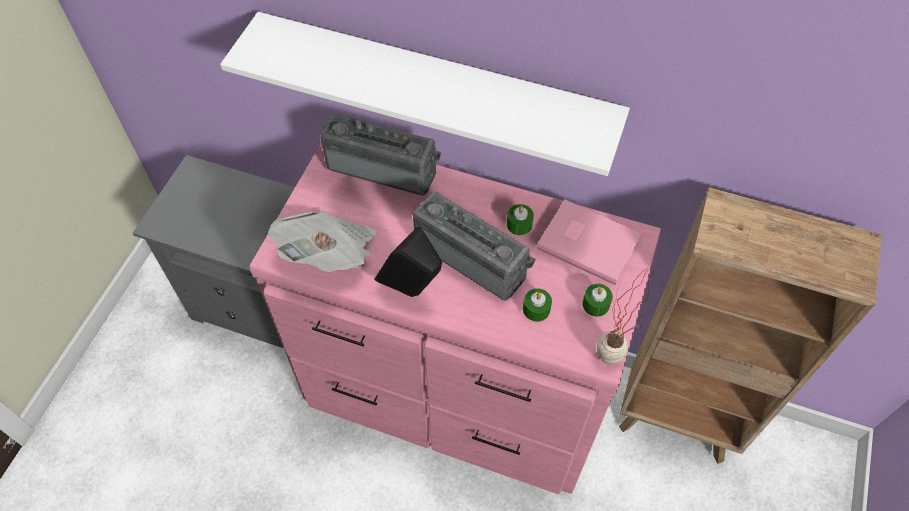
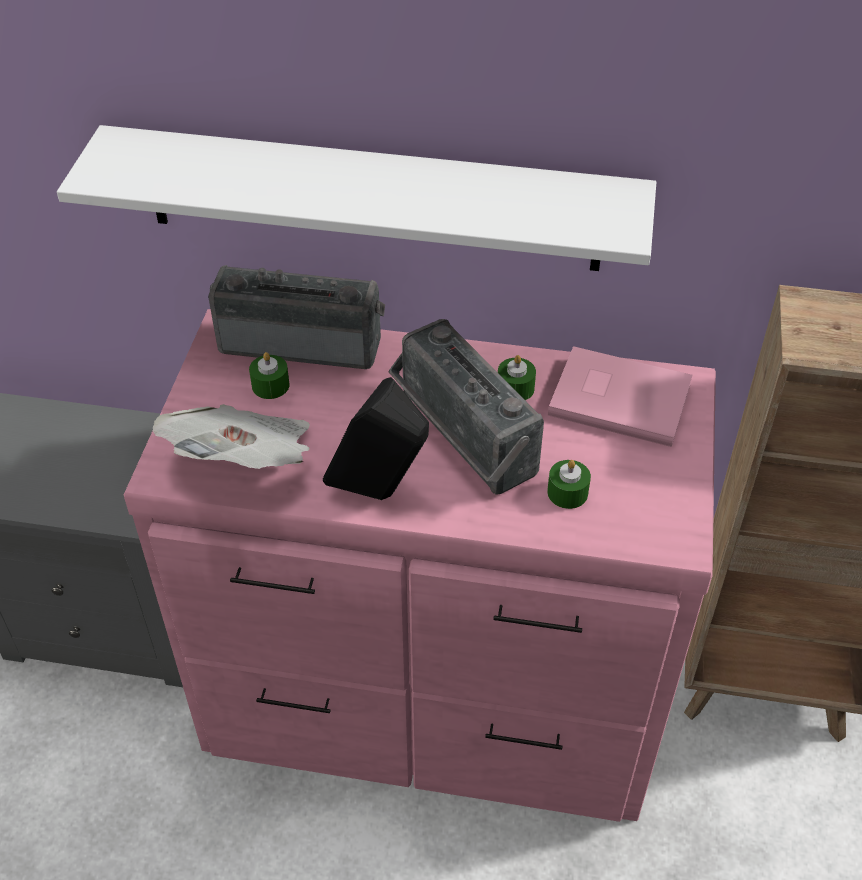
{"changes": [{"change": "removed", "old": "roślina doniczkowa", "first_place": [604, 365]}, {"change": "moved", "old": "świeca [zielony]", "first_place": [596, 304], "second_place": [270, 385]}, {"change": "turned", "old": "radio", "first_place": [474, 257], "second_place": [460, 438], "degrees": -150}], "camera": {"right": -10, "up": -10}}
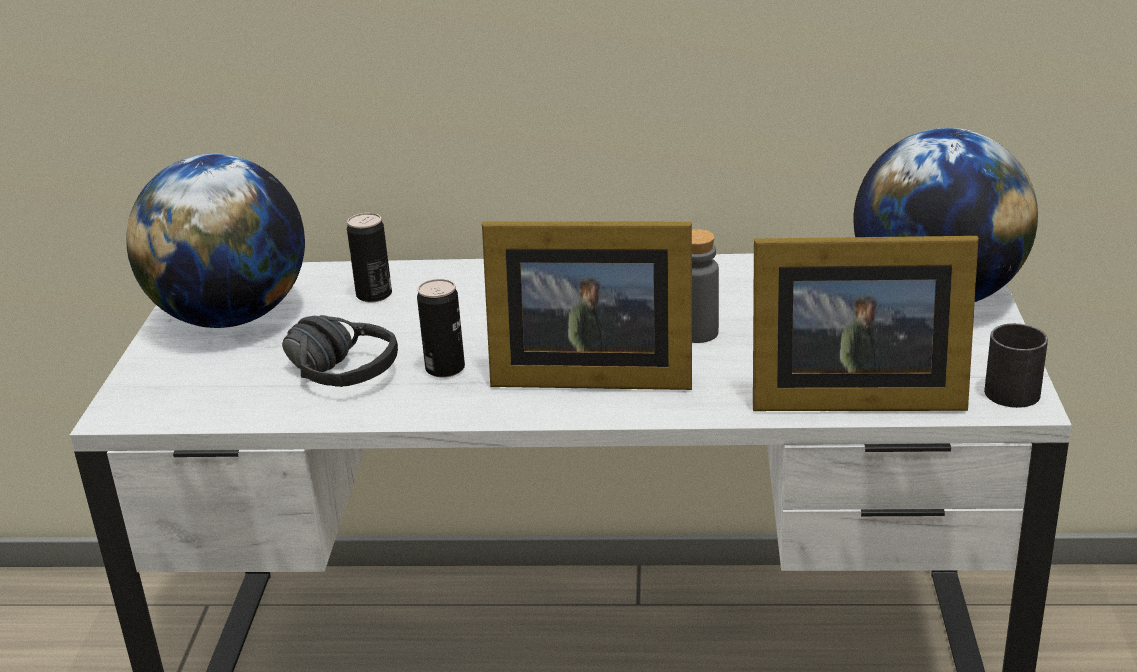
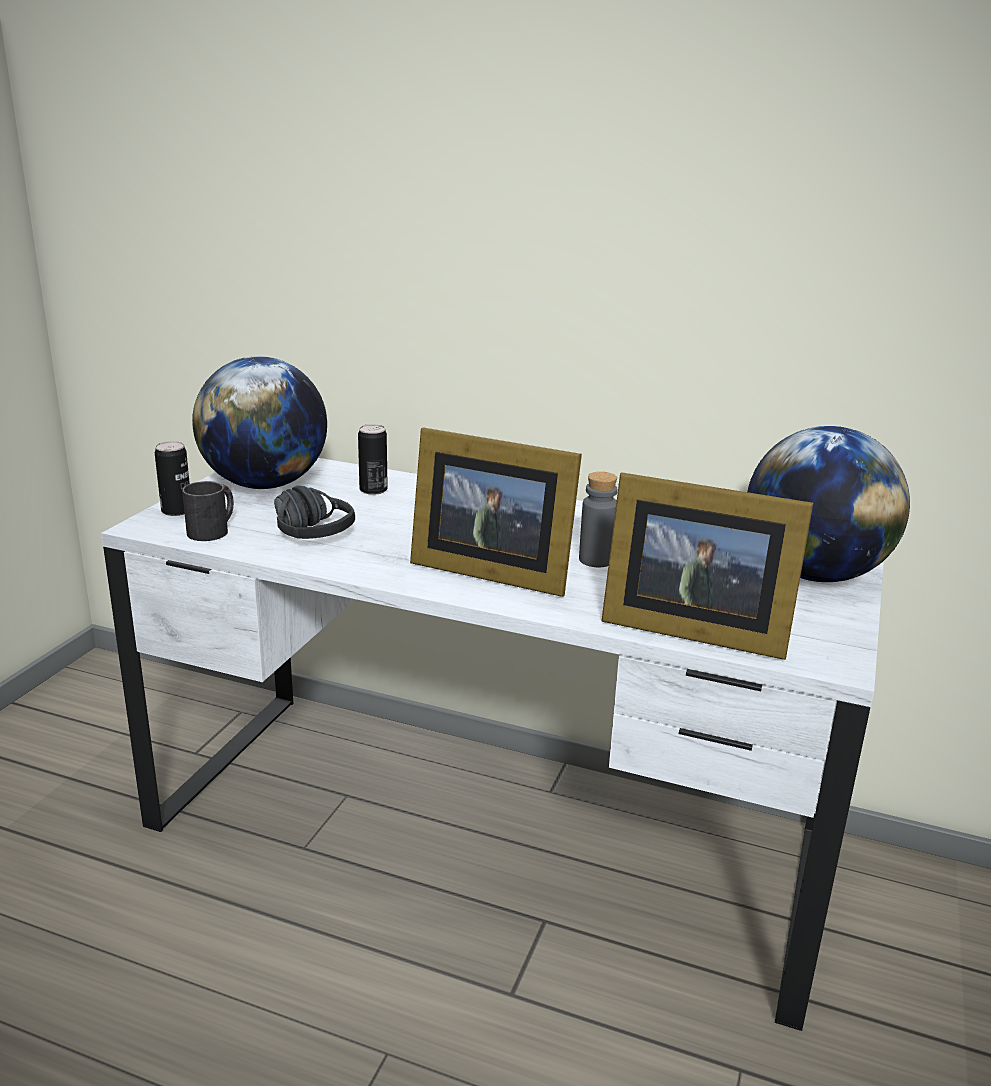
{"changes": [{"change": "moved", "old": "puszka", "first_place": [445, 368], "second_place": [176, 511]}, {"change": "moved", "old": "kubek [czarny]", "first_place": [1011, 387], "second_place": [213, 530]}], "camera": {"right": 15, "up": -5}}
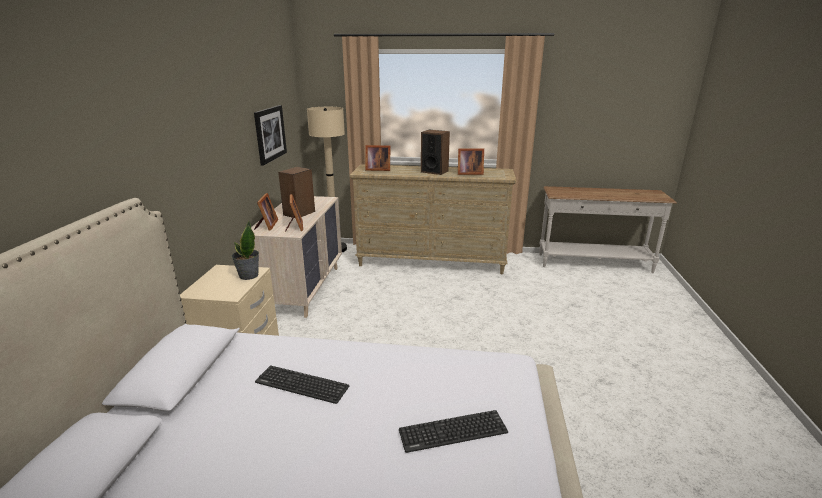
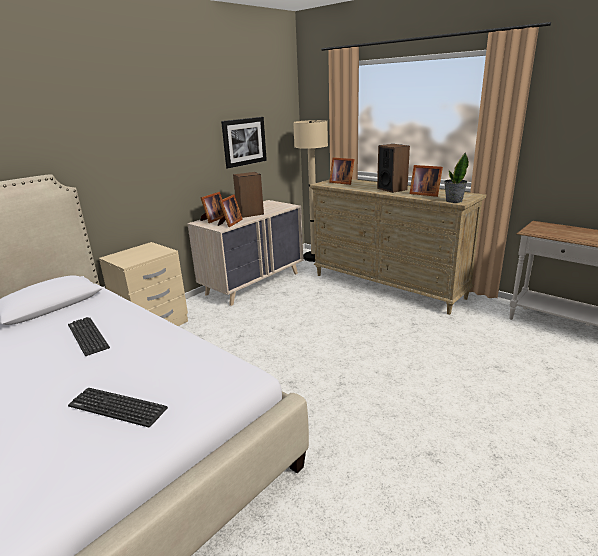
{"changes": [{"change": "moved", "old": "roślina doniczkowa", "first_place": [248, 275], "second_place": [453, 201]}], "camera": {"right": 35, "up": 0}}
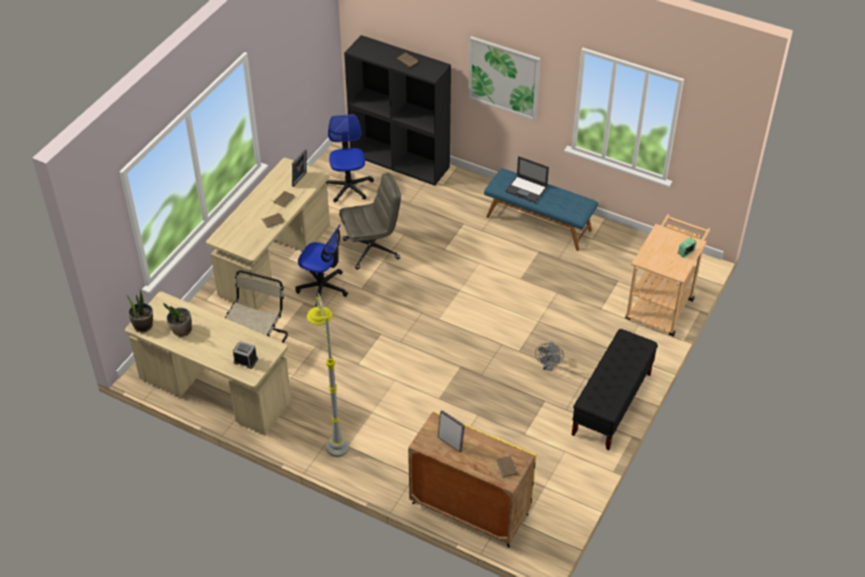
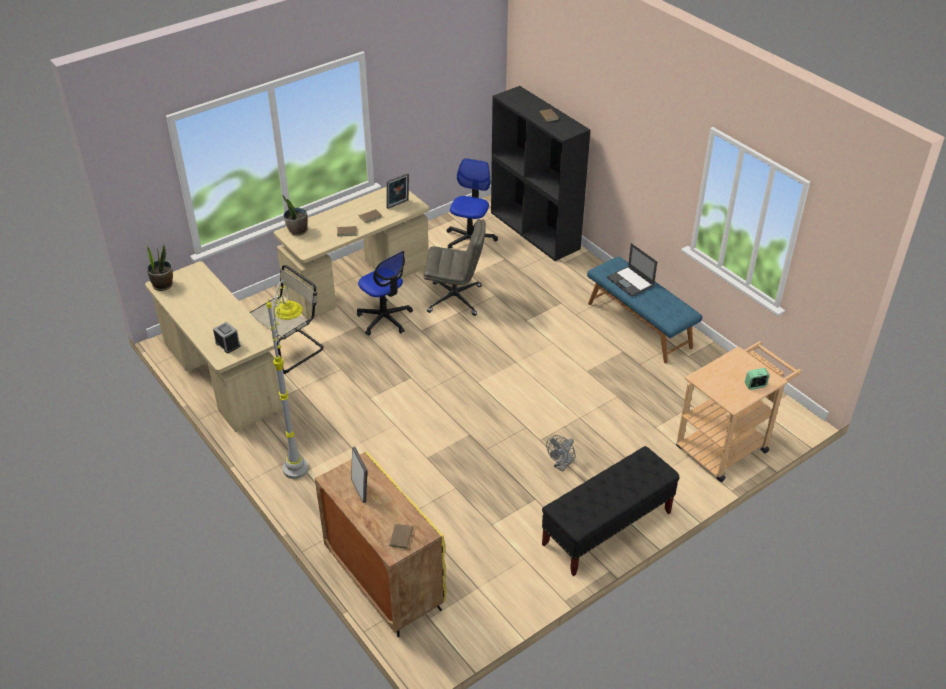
{"changes": [{"change": "removed", "old": "obraz", "first_place": [504, 77]}, {"change": "moved", "old": "roślina doniczkowa", "first_place": [181, 330], "second_place": [297, 231]}], "camera": {"right": 25, "up": -5}}
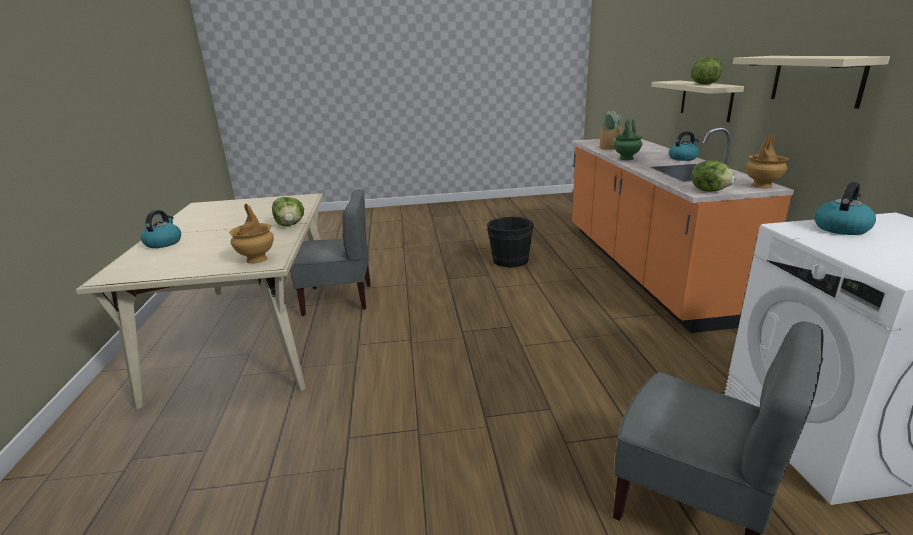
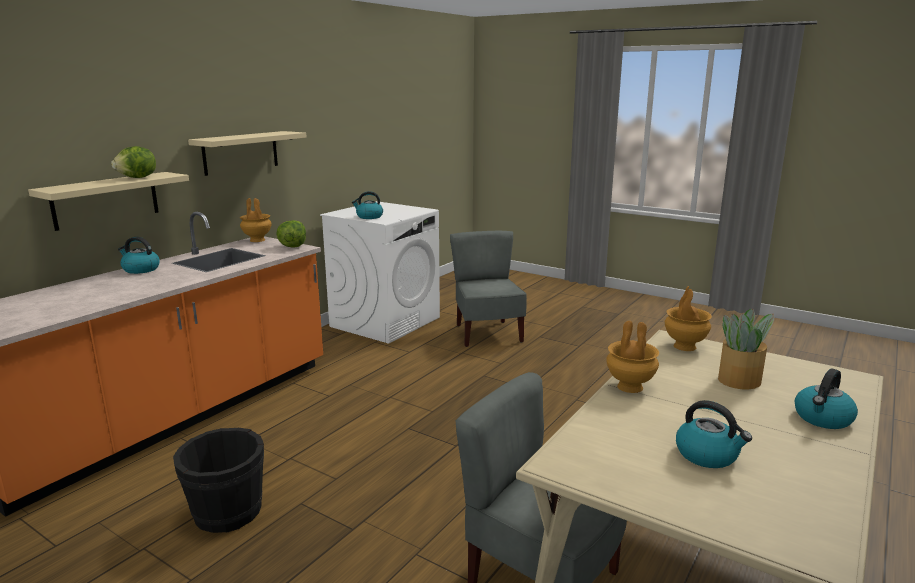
{"changes": [{"change": "removed", "old": "wazon [zielony]", "first_place": [626, 159]}, {"change": "added", "new": "czajnik", "second_place": [707, 455]}, {"change": "moved", "old": "roślina doniczkowa", "first_place": [609, 148], "second_place": [740, 380]}, {"change": "replaced", "old": "sałata", "new": "wazon [brązowy]", "first_place": [290, 225], "second_place": [629, 387]}], "camera": {"right": -140, "up": -5}}
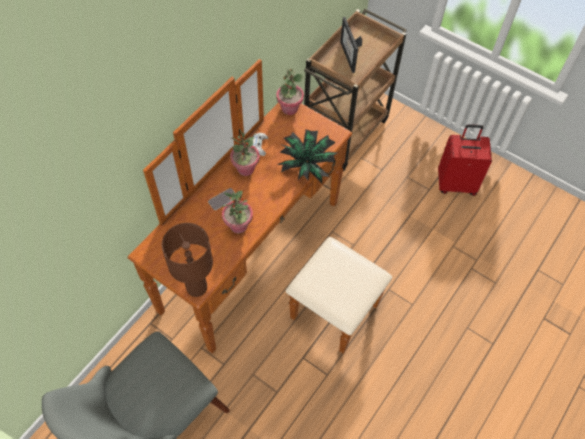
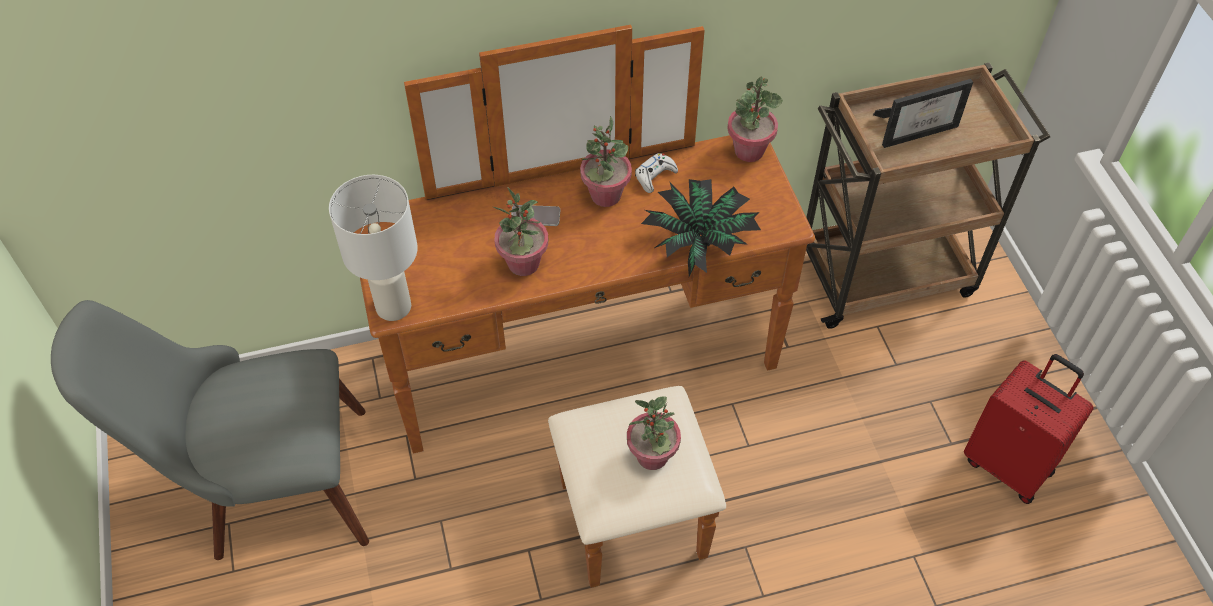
{"changes": [{"change": "added", "new": "roślina doniczkowa", "second_place": [652, 456]}, {"change": "recoloured", "old": "lampa stołowa [brązowy]", "new": "lampa stołowa [biały]", "first_place": [196, 287], "second_place": [393, 306]}, {"change": "turned", "old": "ramka na zdjęcie", "first_place": [352, 57], "second_place": [917, 129], "degrees": -135}], "camera": {"right": 40, "up": -5}}
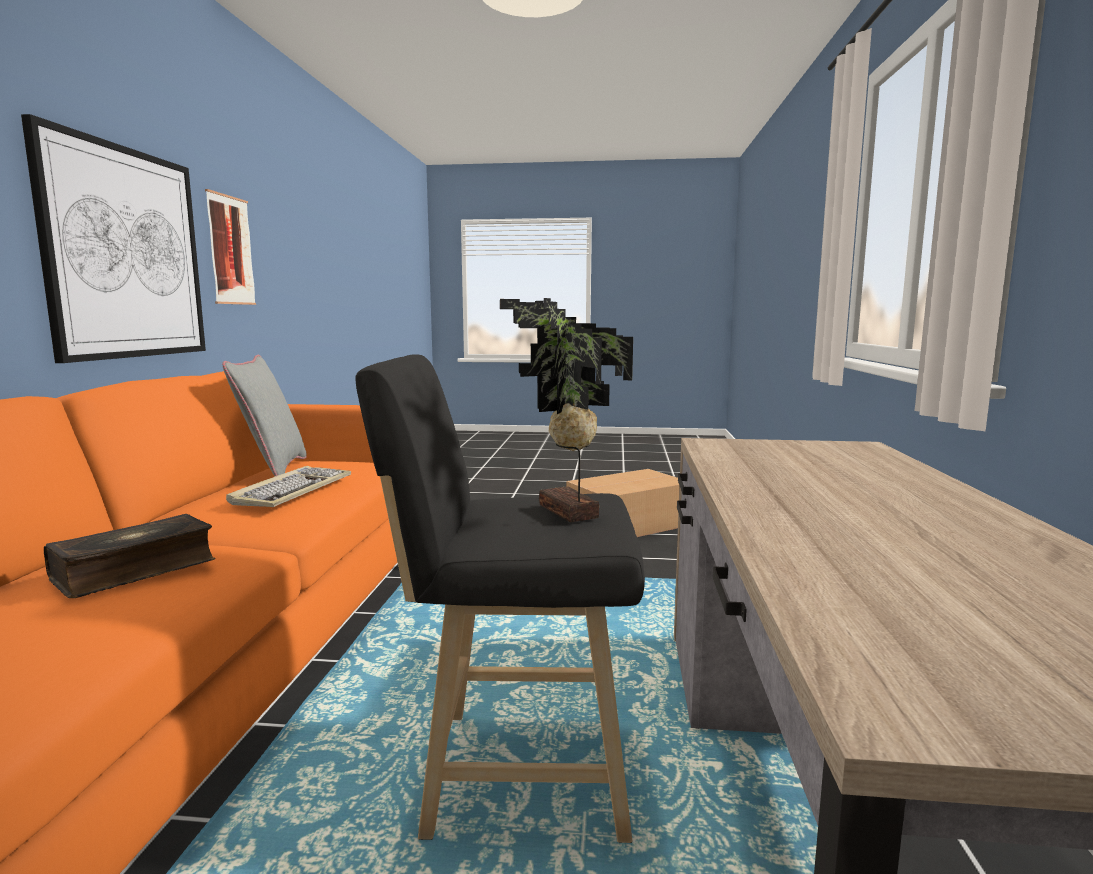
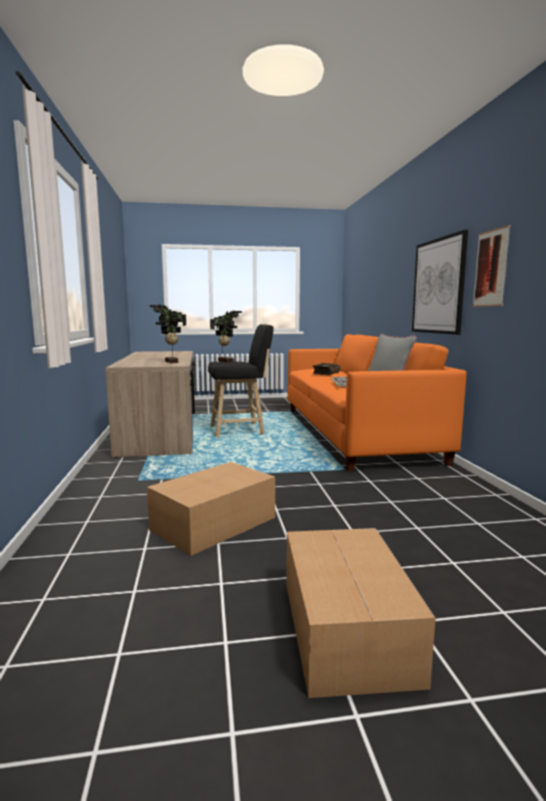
{"changes": [{"change": "added", "new": "roślina doniczkowa", "second_place": [170, 362]}, {"change": "added", "new": "karton", "second_place": [346, 630]}], "camera": {"right": 165, "up": 0}}
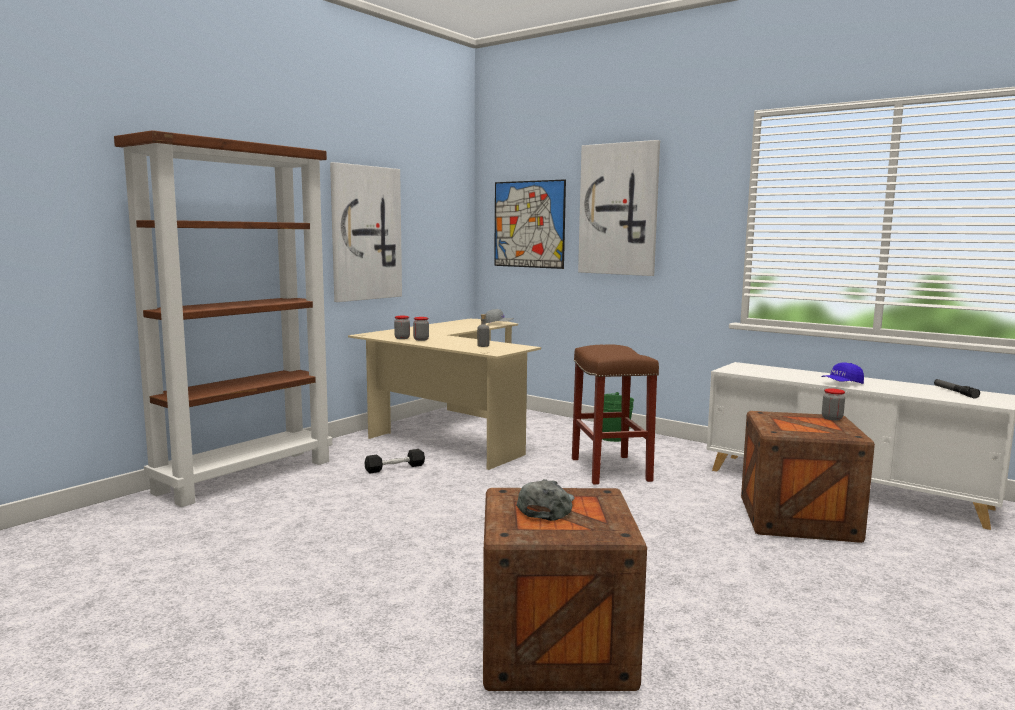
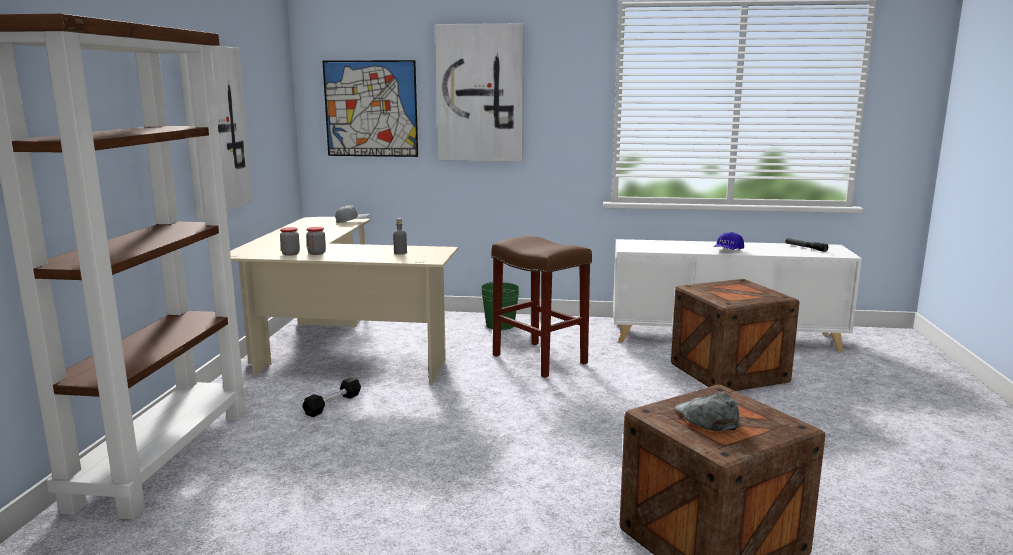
{"changes": [{"change": "removed", "old": "słoik", "first_place": [832, 418]}], "camera": {"right": -30, "up": 5}}
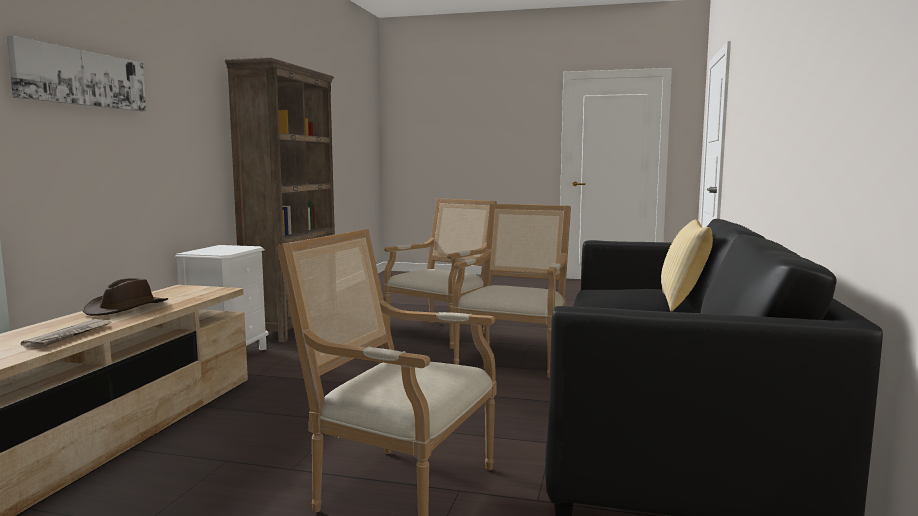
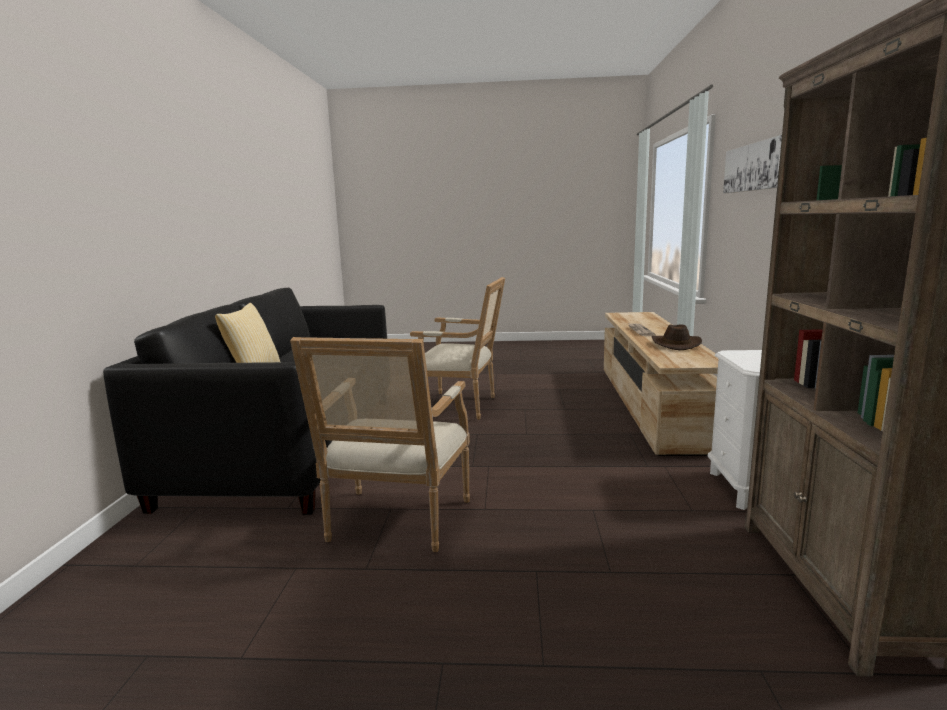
{"changes": [{"change": "removed", "old": "fotel", "first_place": [442, 333]}], "camera": {"right": 170, "up": 5}}
